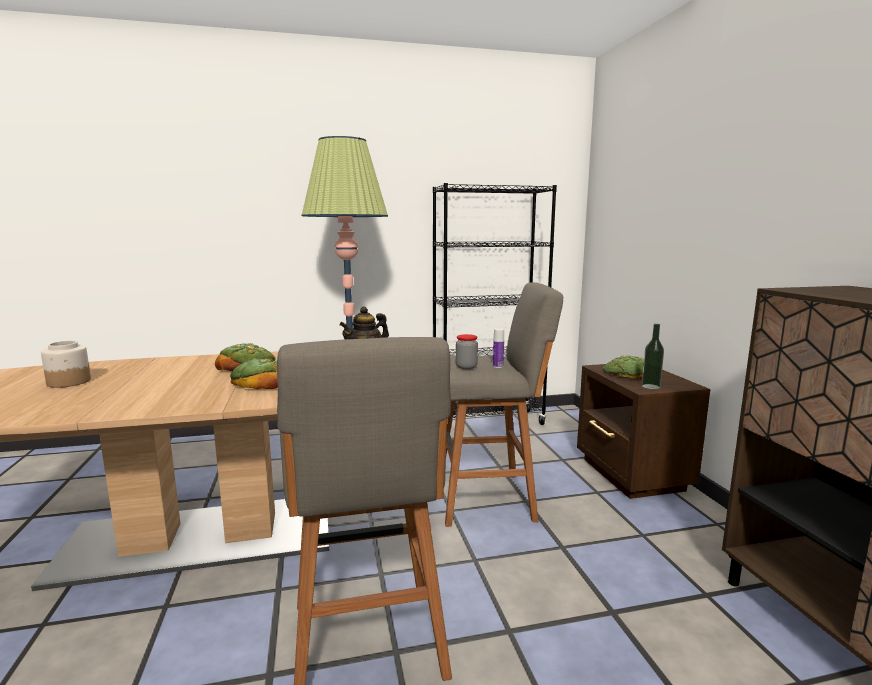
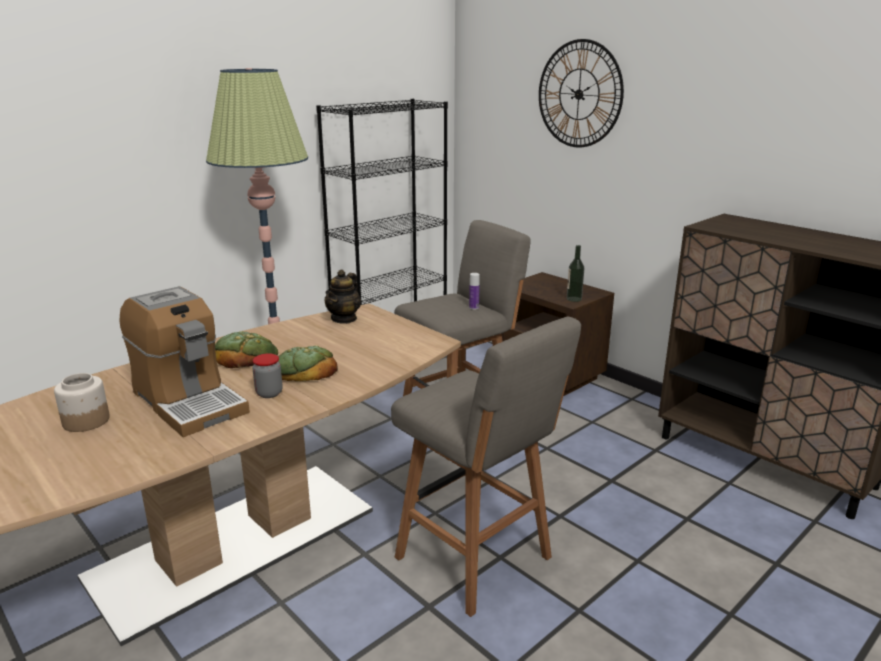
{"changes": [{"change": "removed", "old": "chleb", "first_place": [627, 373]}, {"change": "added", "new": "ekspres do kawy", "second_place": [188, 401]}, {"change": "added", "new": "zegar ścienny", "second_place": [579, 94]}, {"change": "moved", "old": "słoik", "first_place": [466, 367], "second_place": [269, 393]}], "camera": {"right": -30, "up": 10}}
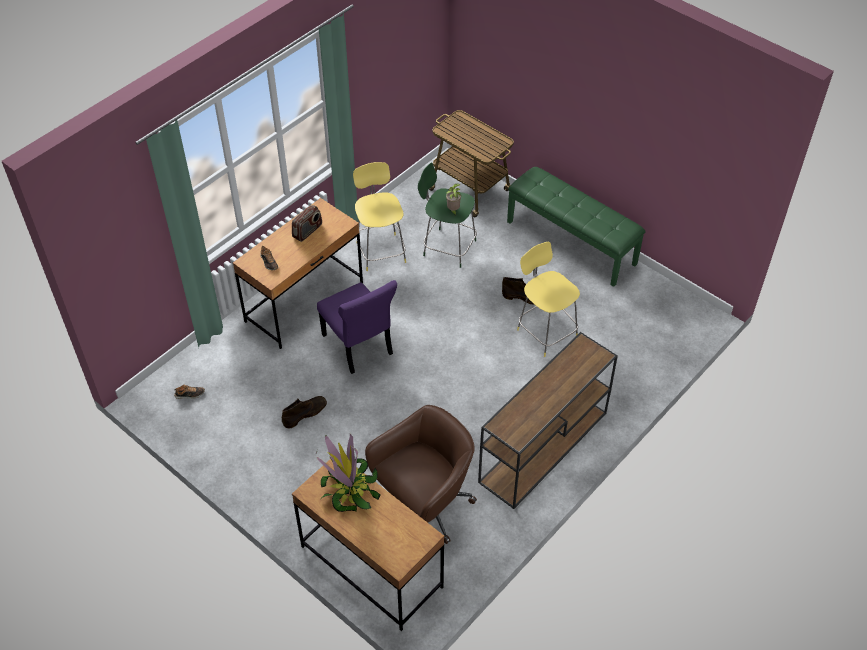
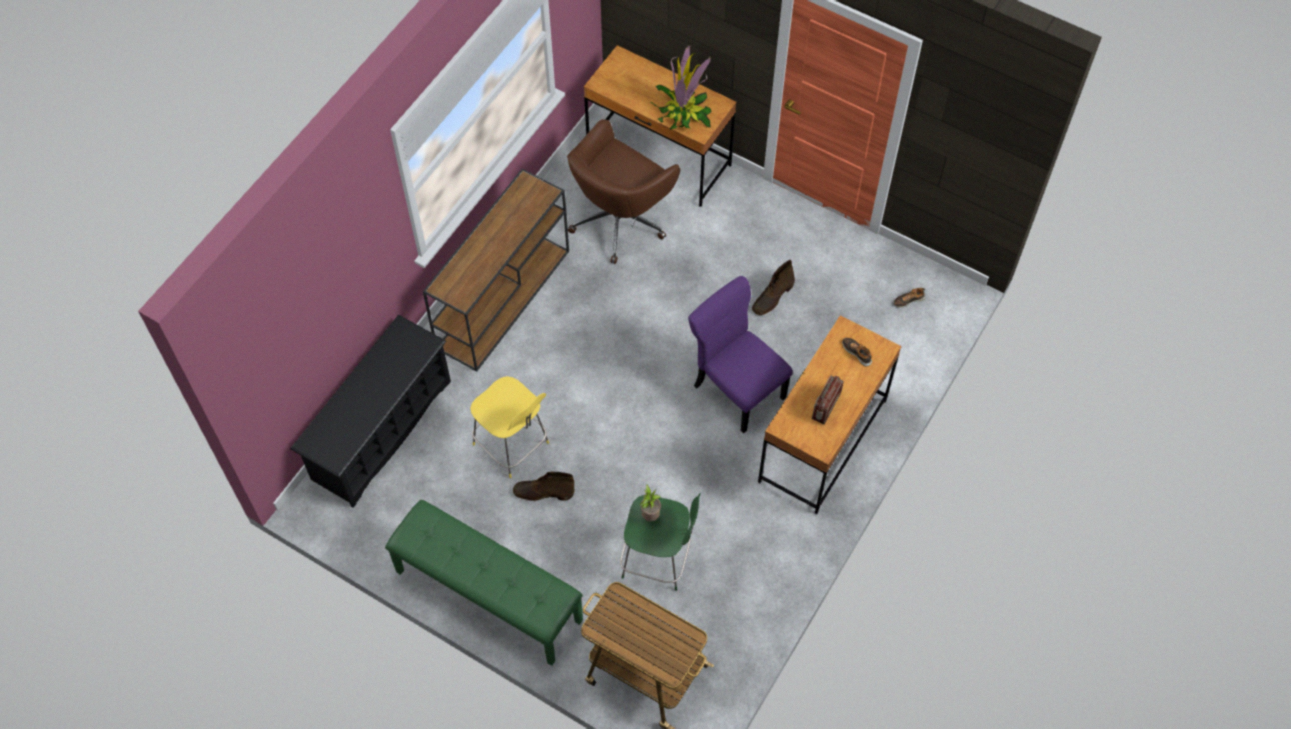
{"changes": [{"change": "removed", "old": "stołek [żółty]", "first_place": [380, 251]}, {"change": "added", "new": "regał na buty [czarny]", "second_place": [381, 430]}], "camera": {"right": 170, "up": 10}}
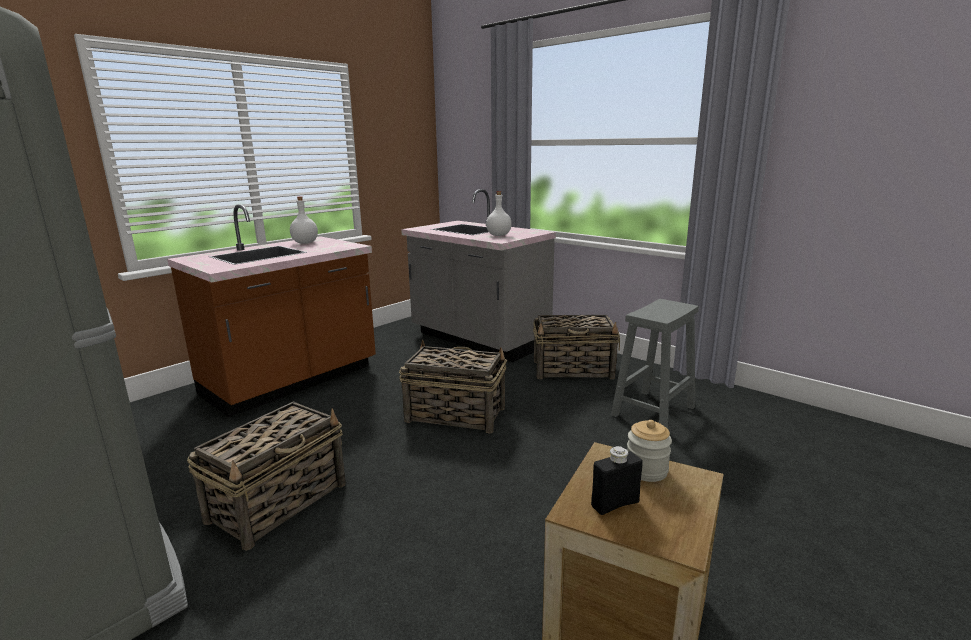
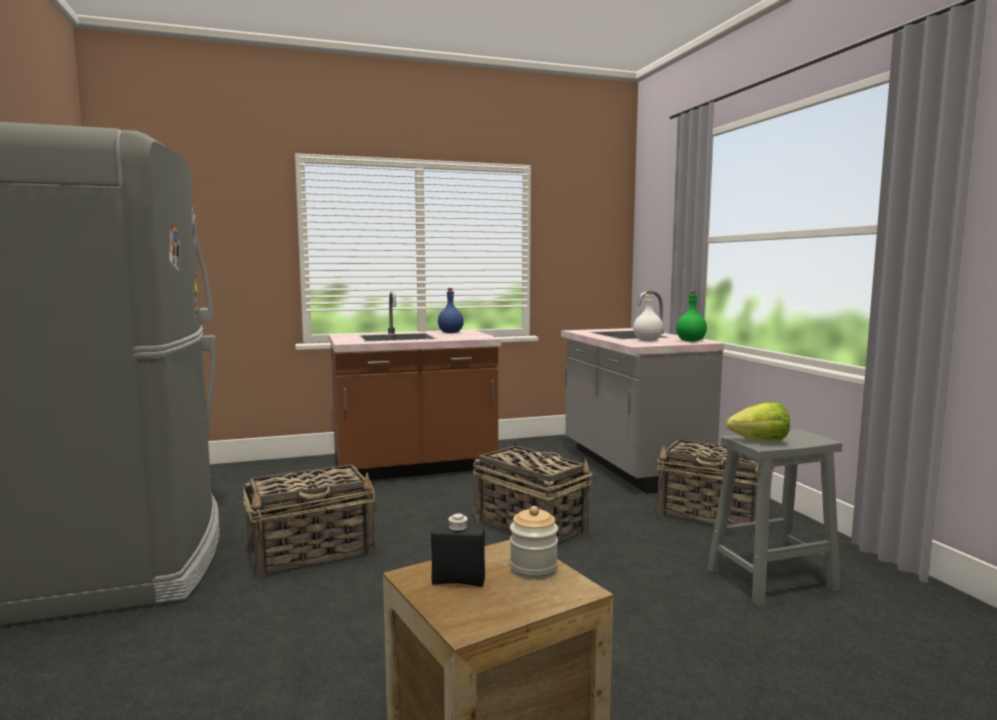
{"changes": [{"change": "added", "new": "butelka [zielony]", "second_place": [690, 341]}, {"change": "added", "new": "sałata", "second_place": [760, 440]}, {"change": "recoloured", "old": "butelka [biały]", "new": "butelka [niebieski]", "first_place": [305, 242], "second_place": [450, 333]}], "camera": {"right": 30, "up": -10}}
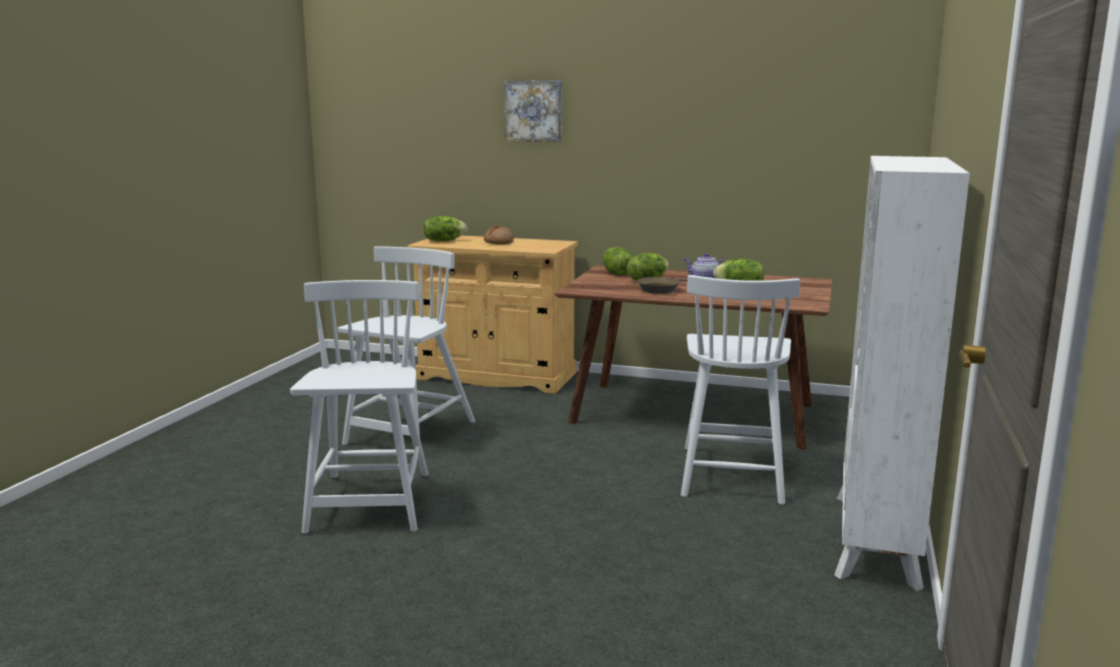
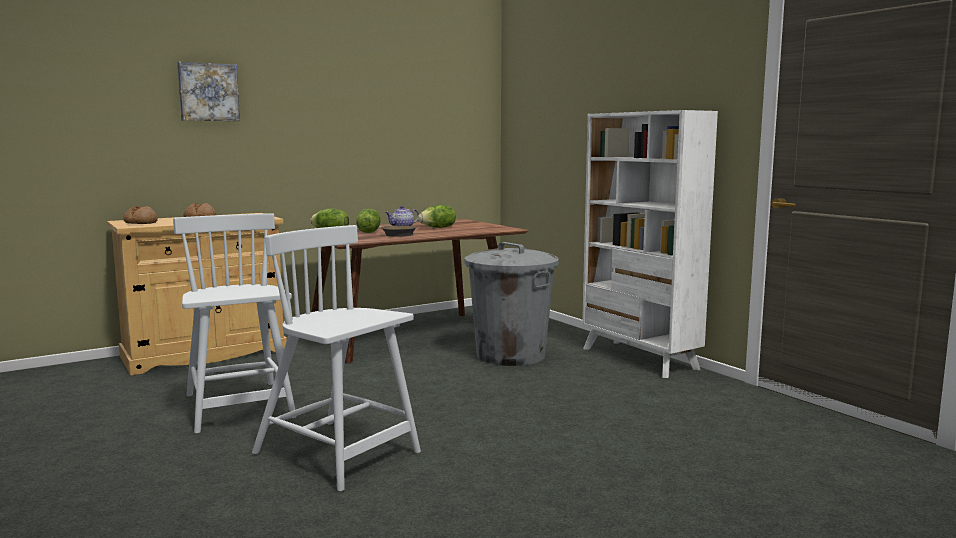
{"changes": [{"change": "replaced", "old": "sałata", "new": "chleb", "first_place": [444, 241], "second_place": [140, 223]}, {"change": "replaced", "old": "krzesło [biały]", "new": "kosz na śmieci [szary]", "first_place": [731, 473], "second_place": [510, 355]}], "camera": {"right": -50, "up": -5}}
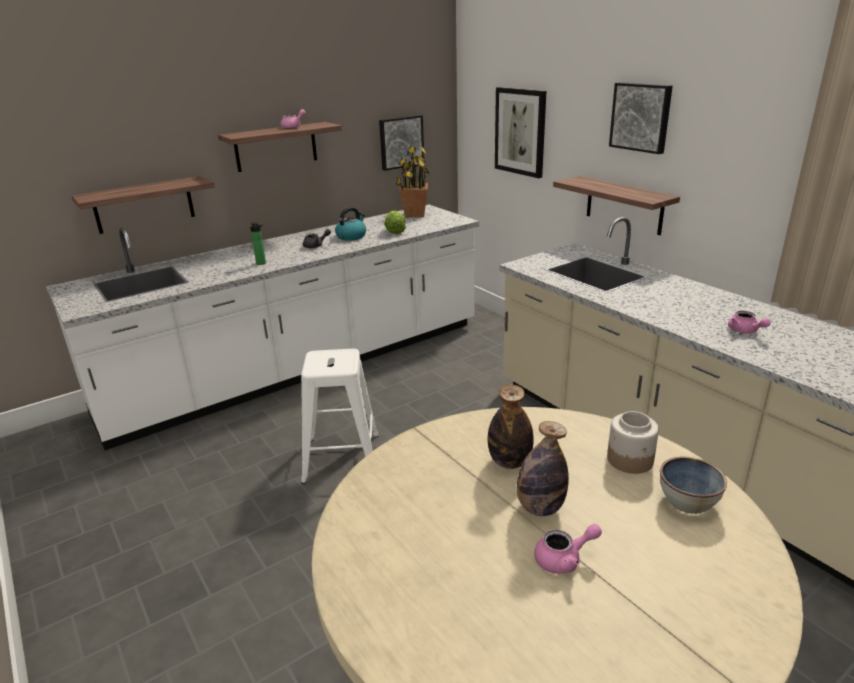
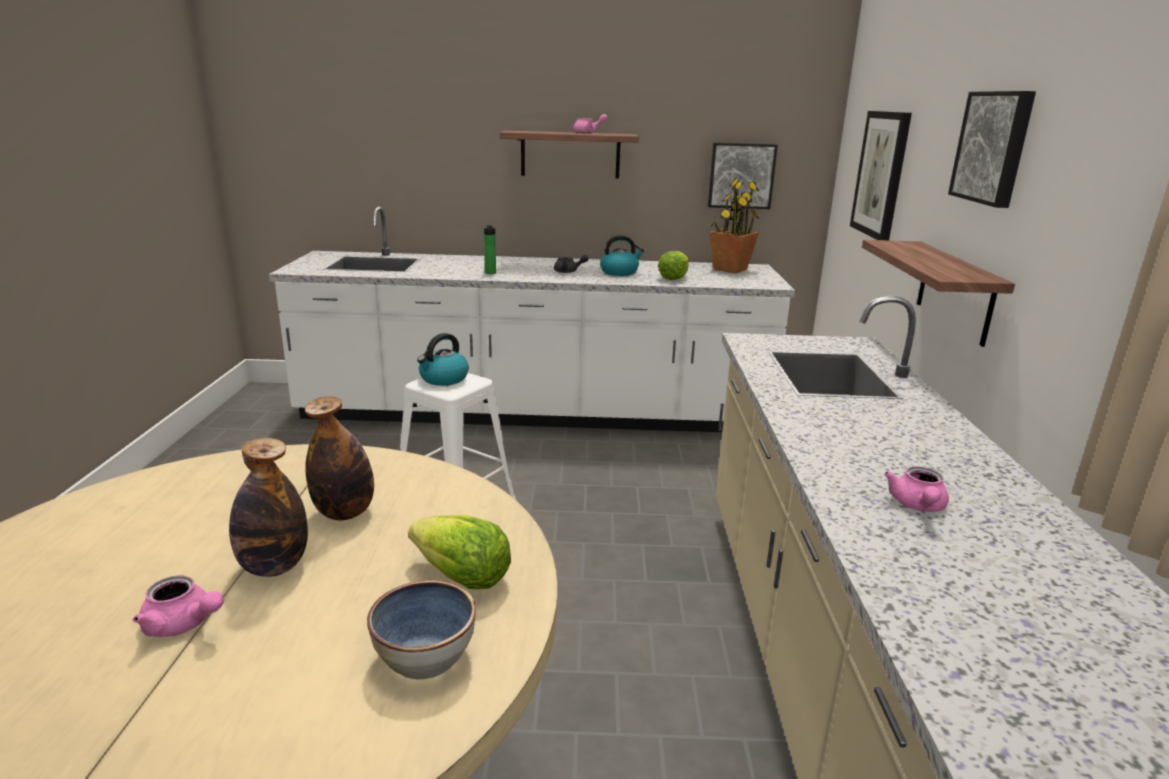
{"changes": [{"change": "removed", "old": "półka", "first_place": [144, 205]}, {"change": "added", "new": "czajnik", "second_place": [443, 379]}, {"change": "replaced", "old": "słoik", "new": "sałata", "first_place": [630, 460], "second_place": [462, 577]}], "camera": {"right": 35, "up": -5}}
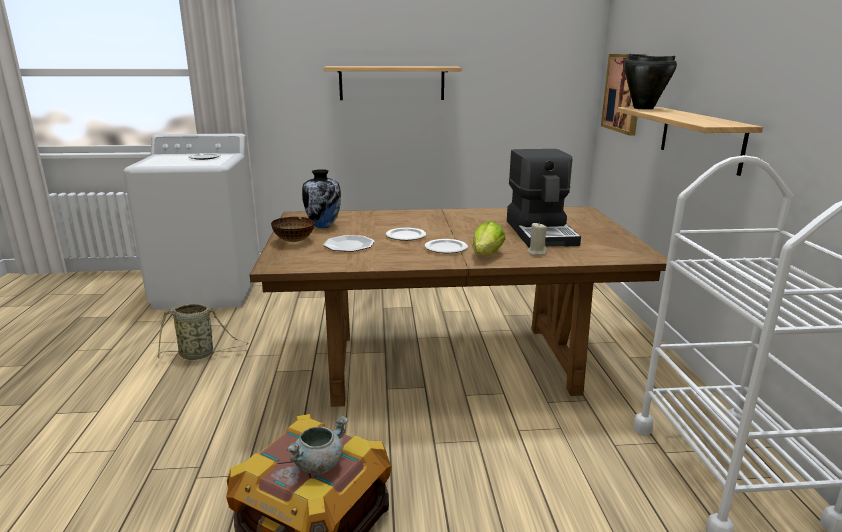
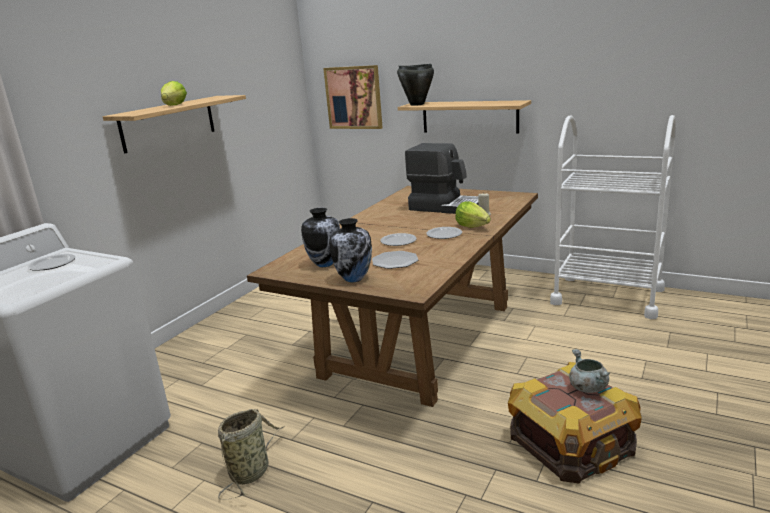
{"changes": [{"change": "added", "new": "sałata", "second_place": [174, 105]}, {"change": "replaced", "old": "miska", "new": "wazon", "first_place": [294, 241], "second_place": [354, 279]}], "camera": {"right": -55, "up": 0}}
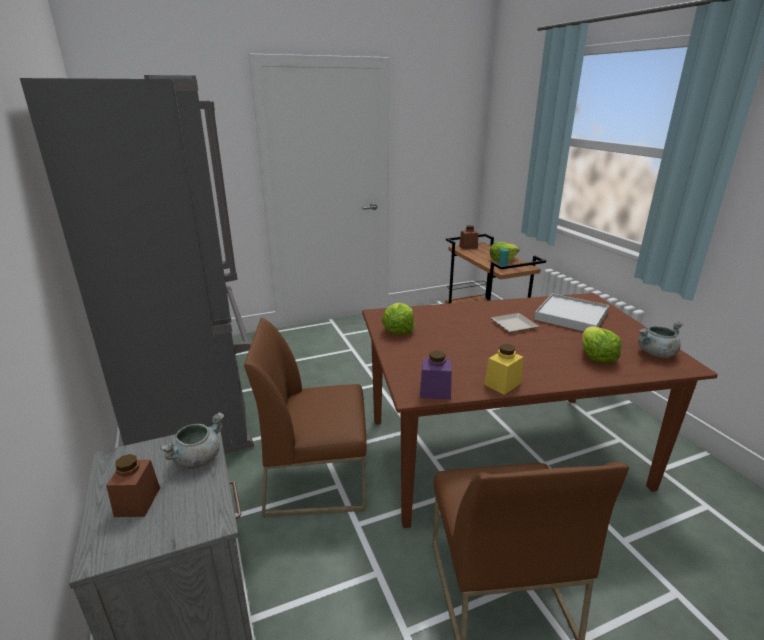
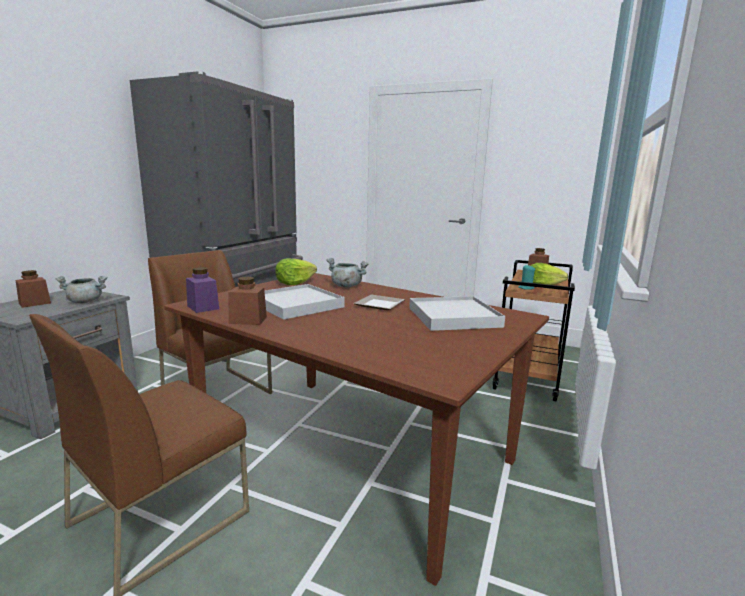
{"changes": [{"change": "removed", "old": "sałata", "first_place": [596, 356]}, {"change": "added", "new": "taca [biały]", "second_place": [297, 305]}, {"change": "moved", "old": "garnek [szary]", "first_place": [656, 353], "second_place": [346, 286]}, {"change": "recoloured", "old": "słoik [żółty]", "new": "słoik [brązowy]", "first_place": [502, 384], "second_place": [248, 320]}], "camera": {"right": 45, "up": -10}}
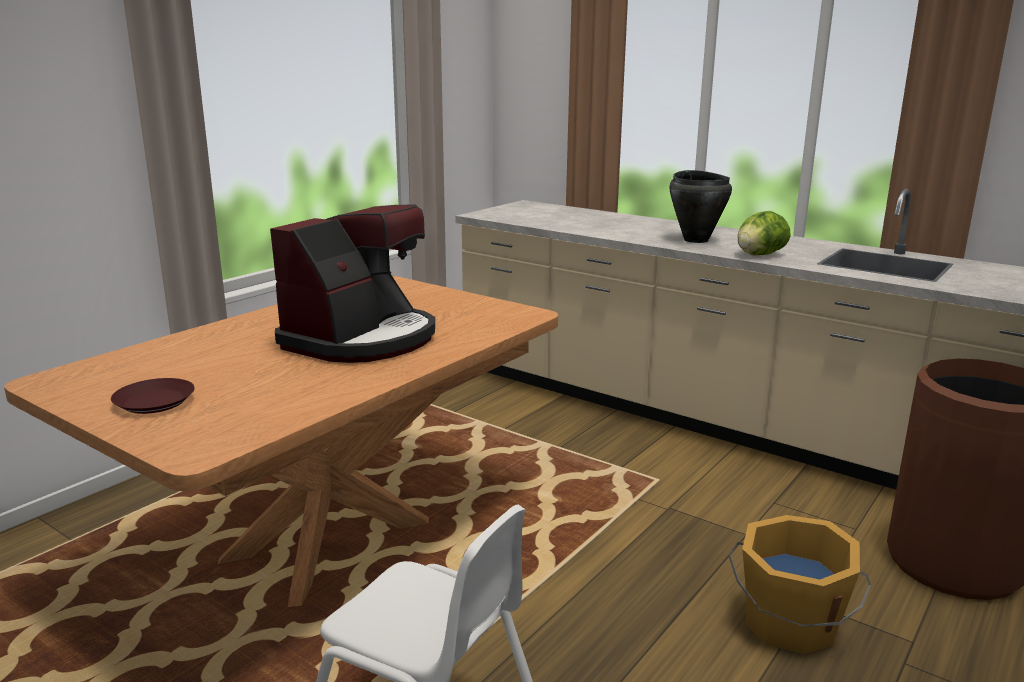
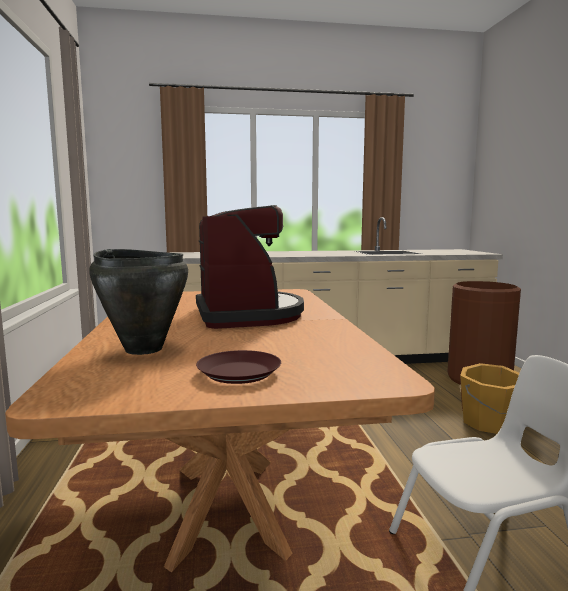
{"changes": [{"change": "removed", "old": "sałata", "first_place": [759, 255]}, {"change": "moved", "old": "garnek [czarny]", "first_place": [696, 240], "second_place": [144, 349]}], "camera": {"right": -45, "up": -10}}
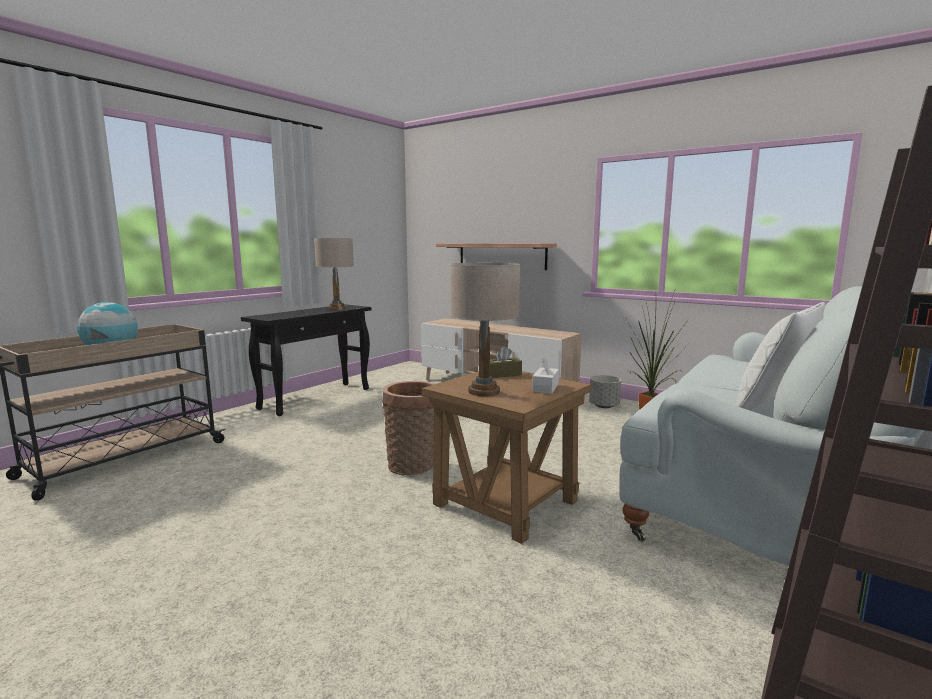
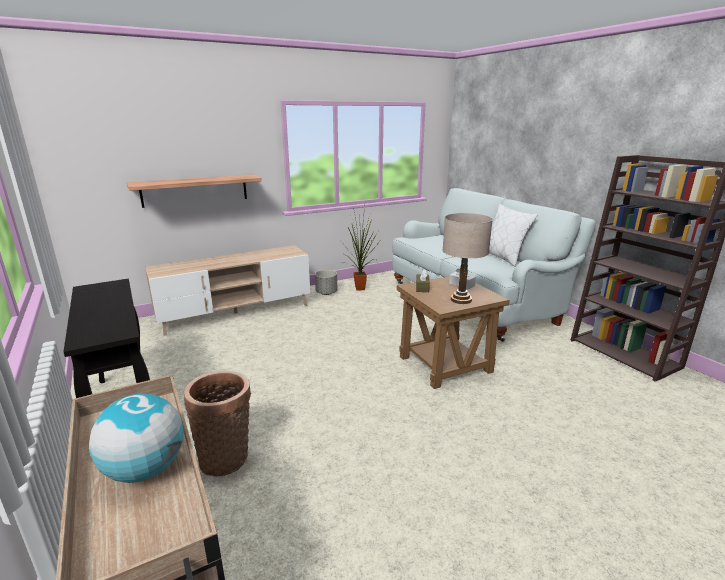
{"changes": [{"change": "removed", "old": "lampa stołowa [beżowy]", "first_place": [337, 309]}, {"change": "moved", "old": "koszyk", "first_place": [414, 466], "second_place": [227, 457]}], "camera": {"right": -65, "up": 10}}
